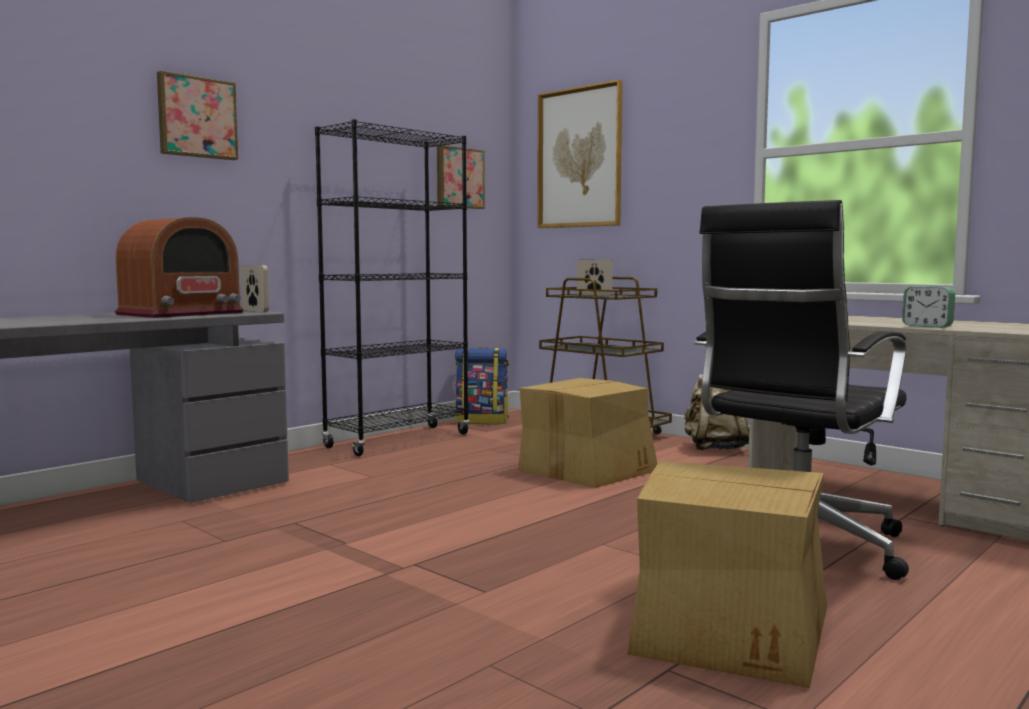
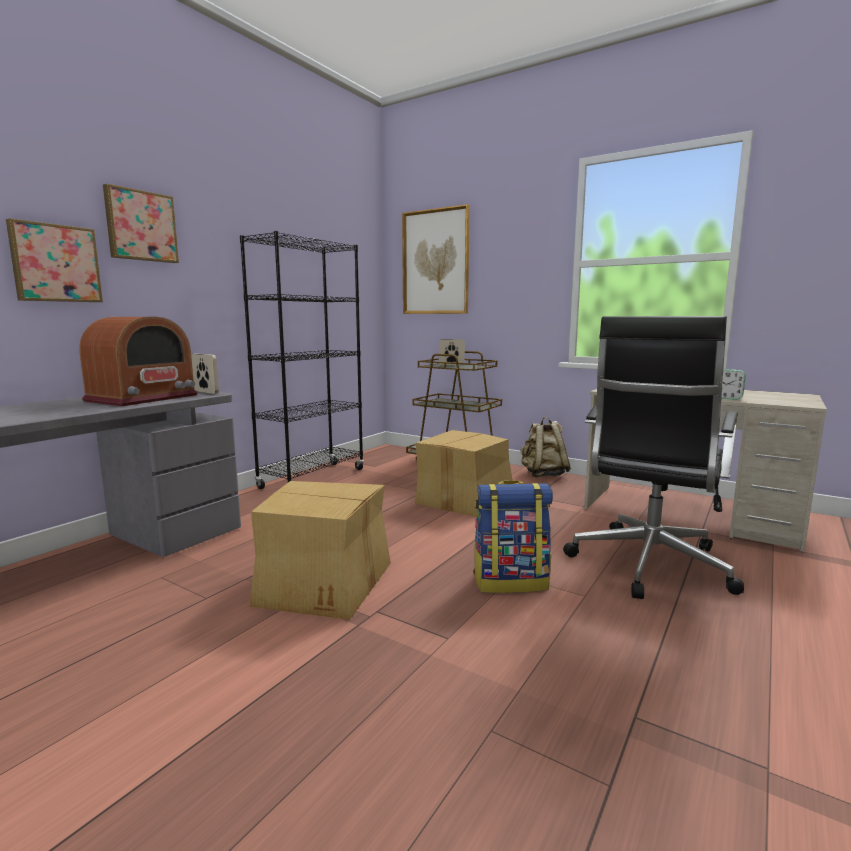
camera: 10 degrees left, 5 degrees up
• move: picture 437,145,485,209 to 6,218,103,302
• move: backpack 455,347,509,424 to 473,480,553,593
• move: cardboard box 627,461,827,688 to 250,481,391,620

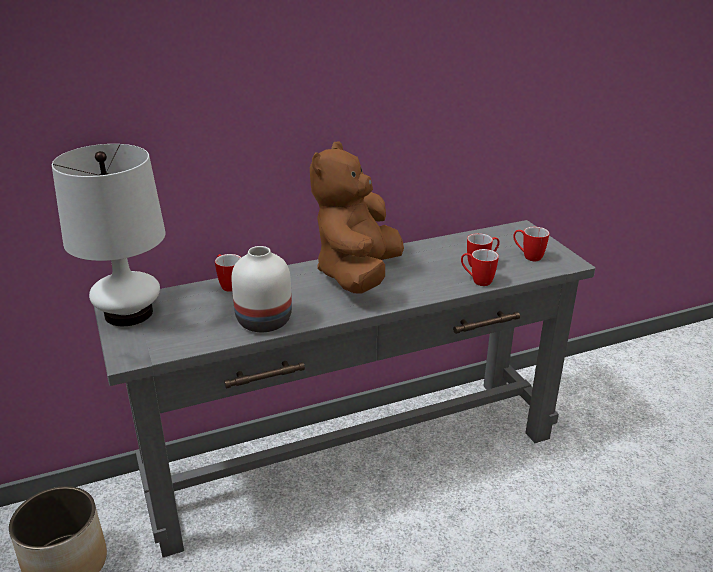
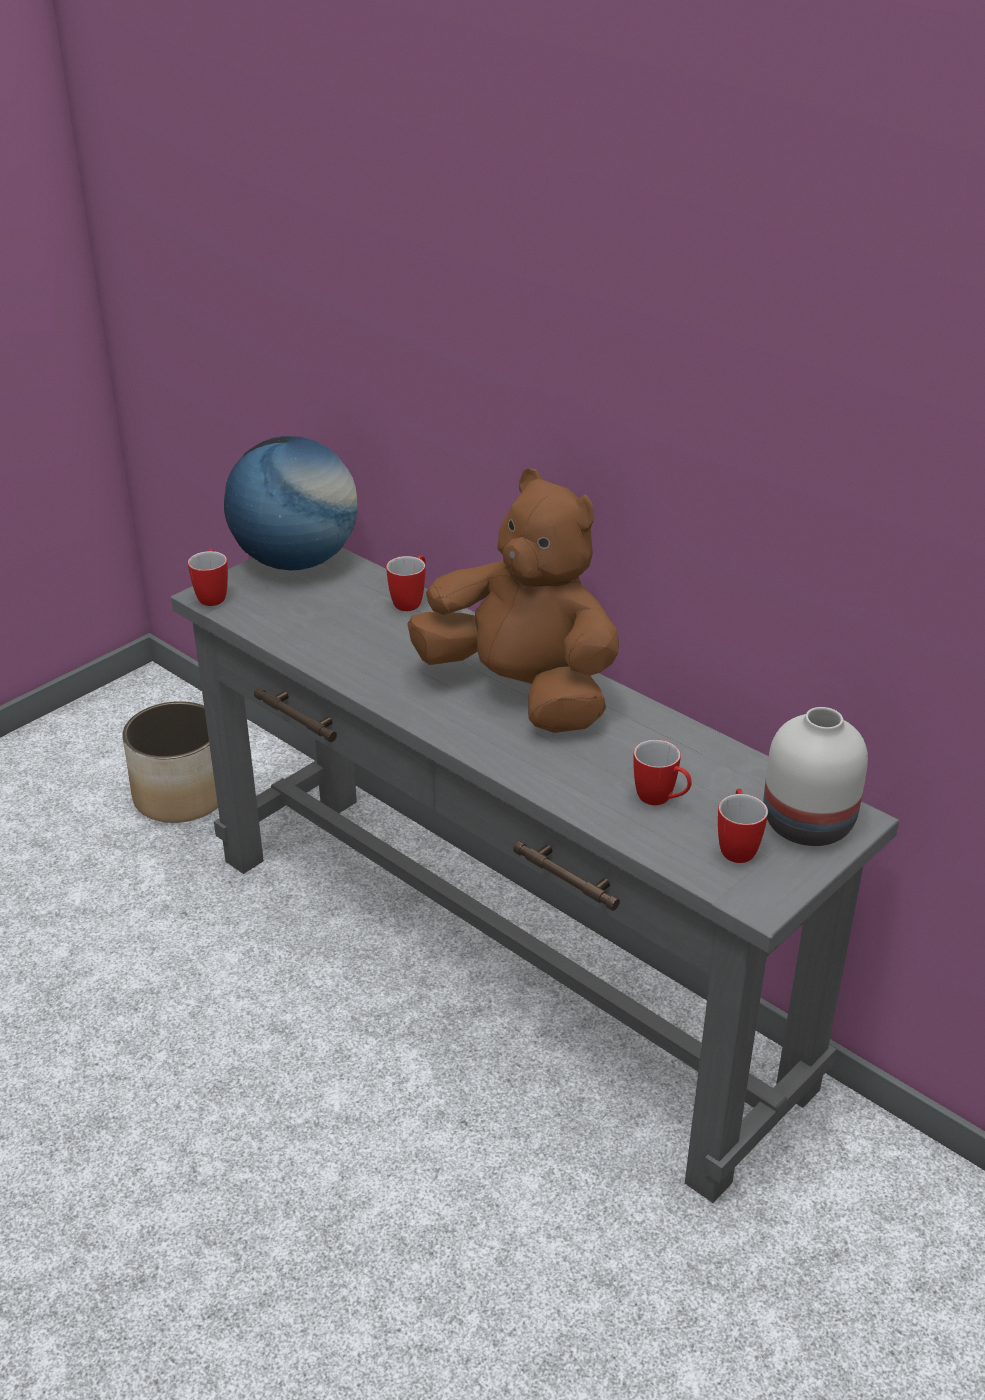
camera: 65 degrees right, 5 degrees up
• rotate: plush toy/brown 310,141,404,294 = 407,469,619,733 45 degrees clockwise
• replace: table lamp/white 52,144,166,326 to globe 224,436,357,570
• move: vase/white 231,246,292,332 to 763,707,868,846
• move: mug 461,249,499,286 to 188,549,228,606

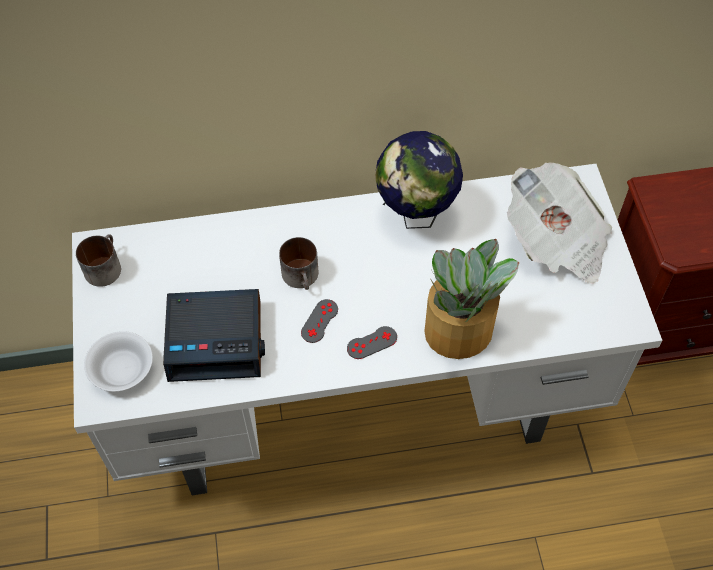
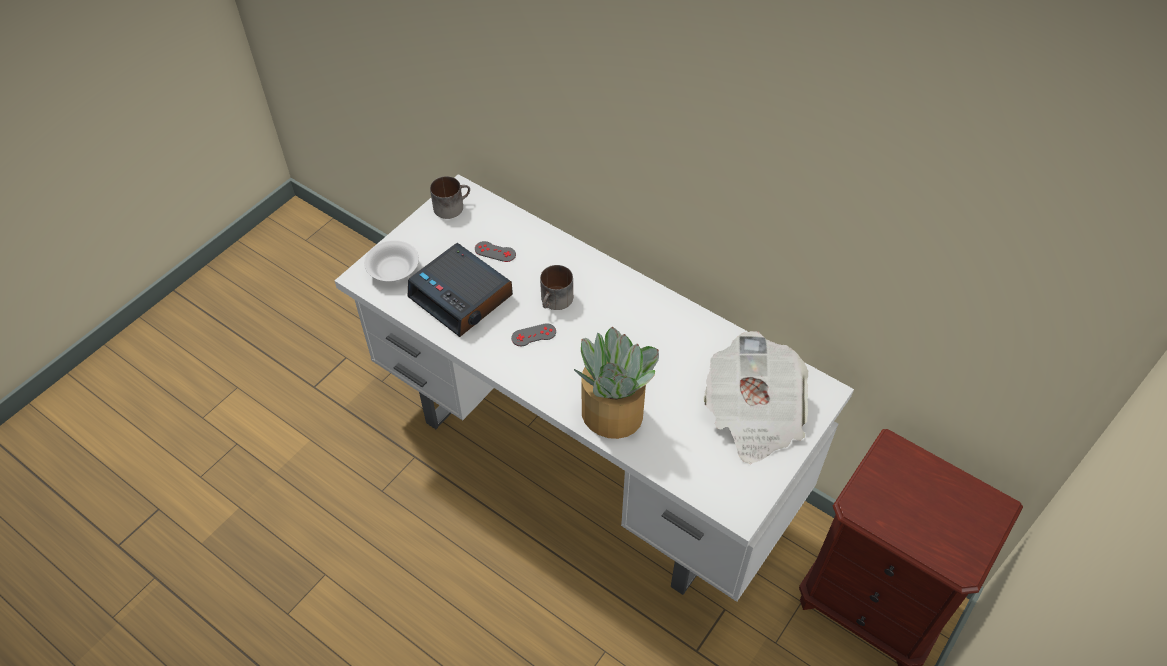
camera: 45 degrees right, 5 degrees down
• delete: globe 375,131,463,229
• move: game controller/grey 347,326,397,359 to 475,241,516,262

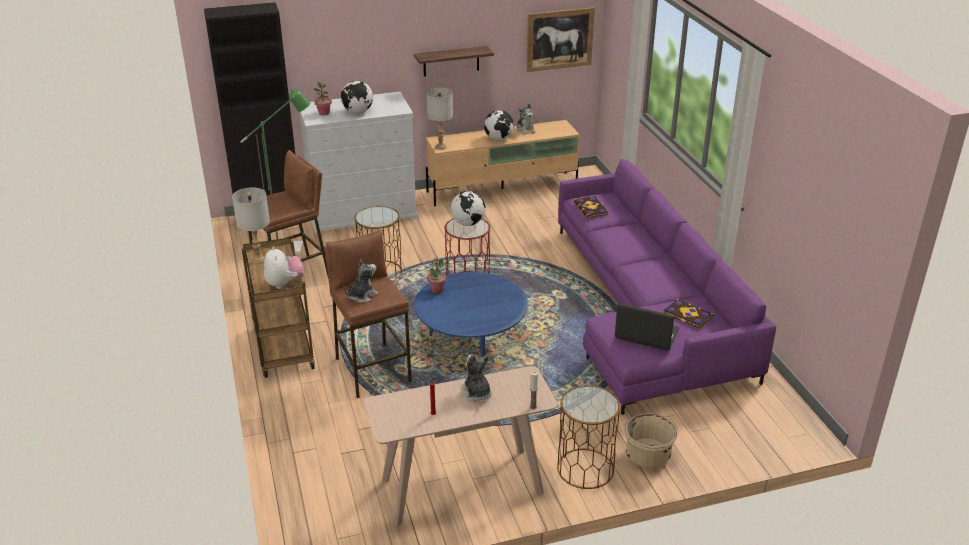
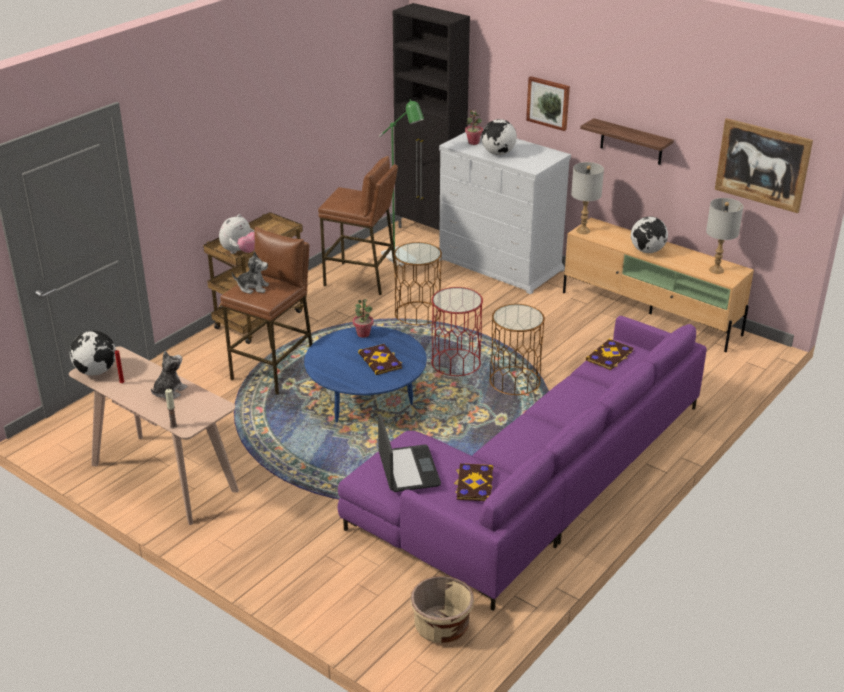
camera: 55 degrees right, 0 degrees up
• delete: plush toy 516,104,536,135
• move: table lamp/grey 232,187,270,264 to 706,198,744,274
• move: globe 451,191,485,226 to 70,330,116,376
• move: side table/brown 557,385,620,489 to 490,304,545,395
• move: planter/beige 624,413,677,469 to 410,576,474,643
• insert: picture 526,76,570,131
• insert: book 358,344,402,375

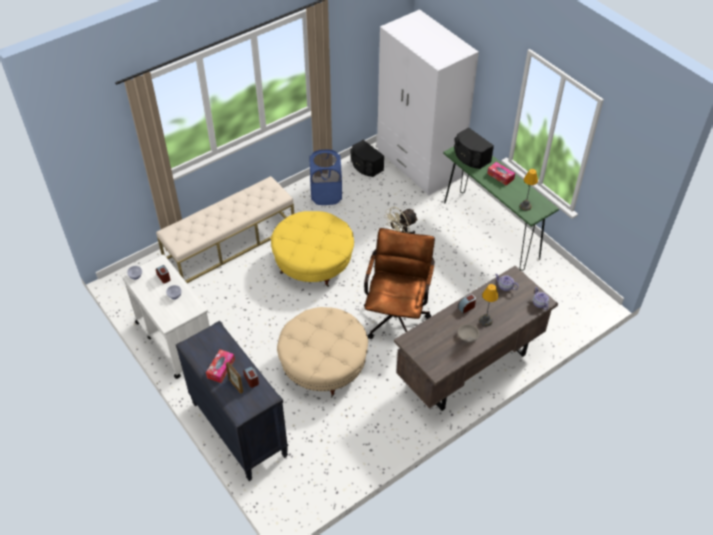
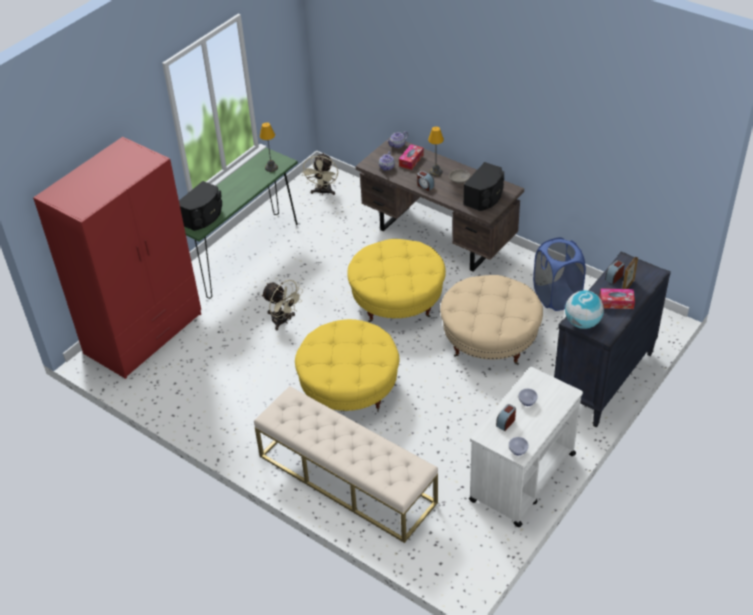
camera: 105 degrees left, 5 degrees down
• recolor: wardrobe/white 377,9,479,196 to wardrobe/red 33,137,201,379
• move: speaker/black 350,140,384,177 to 463,162,504,211
• move: laundry basket/blue 309,149,342,205 to 533,237,586,311
• move: tissue box 487,162,515,186 to 399,144,424,170
• replace: office chair/brown 364,228,435,339 to ottoman/yellow 347,239,446,322
• insert: fan/beige 302,153,338,195
• insert: globe 565,290,604,329

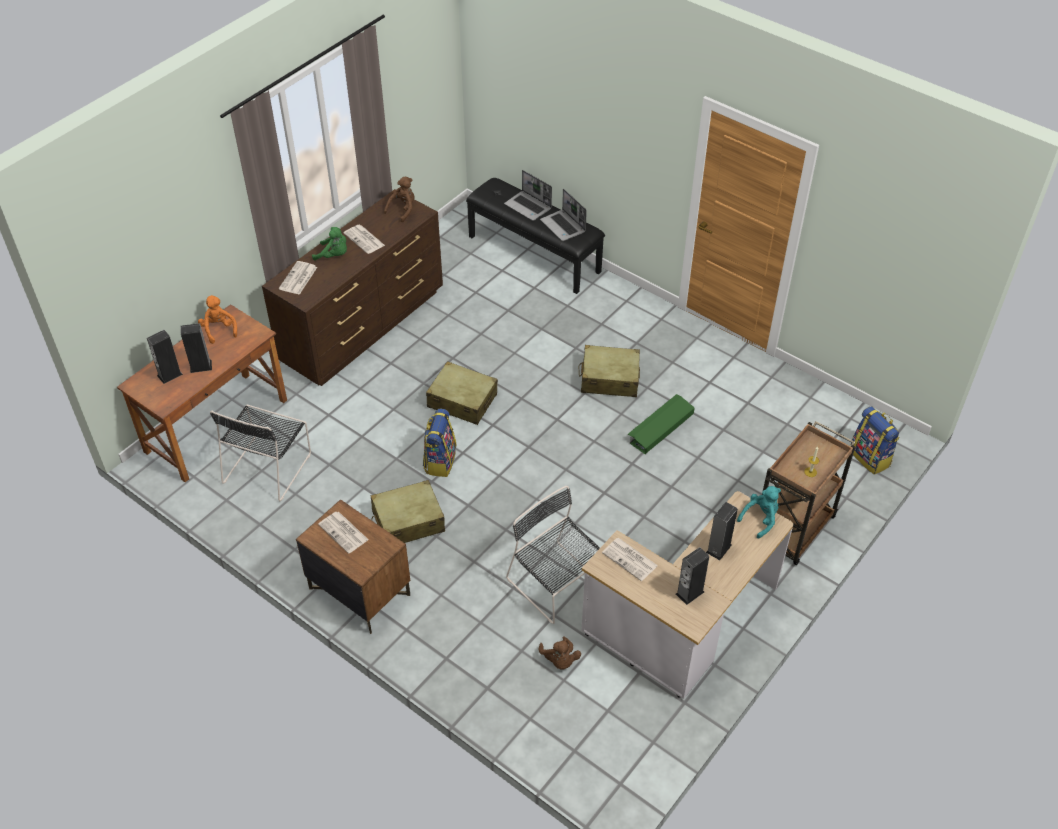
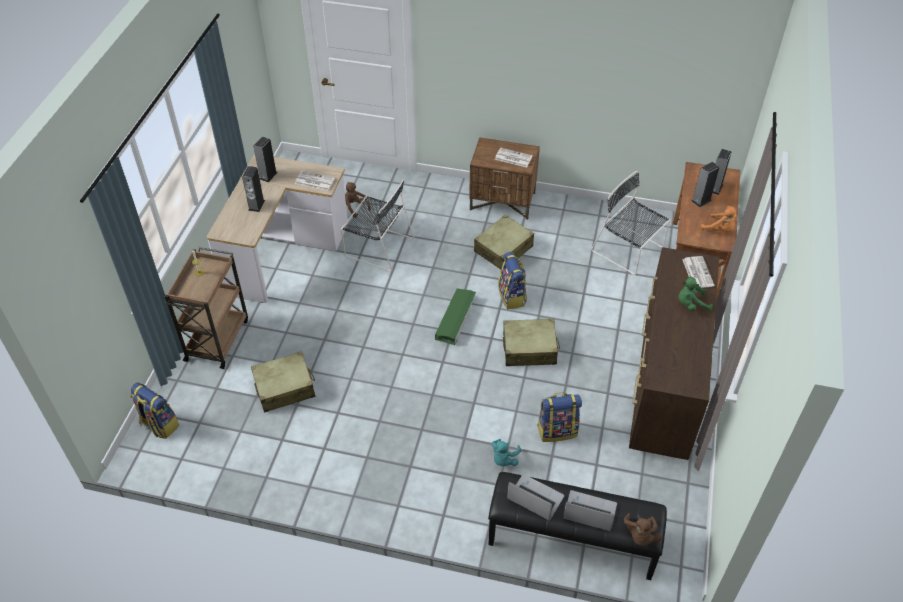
camera: 155 degrees right, 0 degrees up
• move: plush toy/brown 384,177,415,222 to 624,513,662,546
• delete: newspaper 343,225,385,254
• move: suitcase/beige 579,345,640,397 to 251,351,315,412
• move: storage box/green 628,394,694,455 to 435,289,476,345
• rotate: chair/black 210,404,311,501 = 591,171,670,275 45 degrees counterclockwise
• move: plush toy/turquoise 737,486,781,539 to 491,439,521,466
• insert: backpack 537,392,582,442

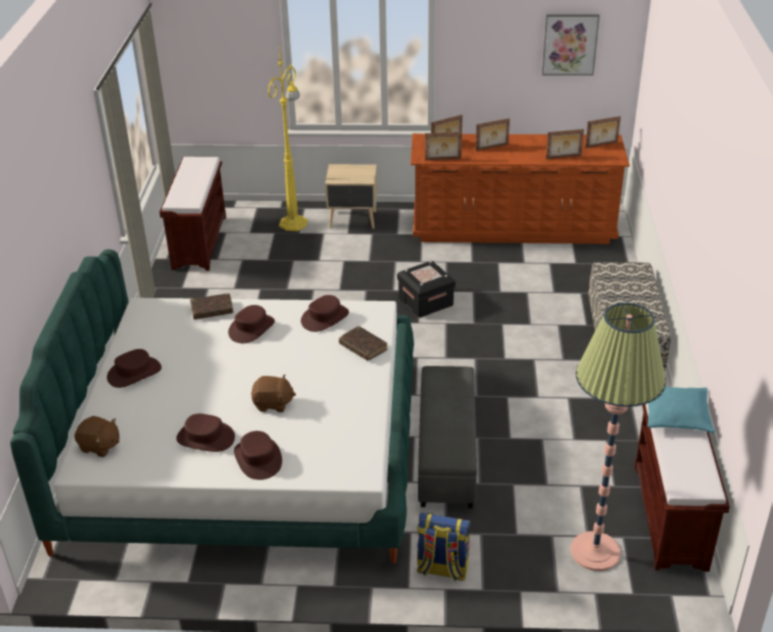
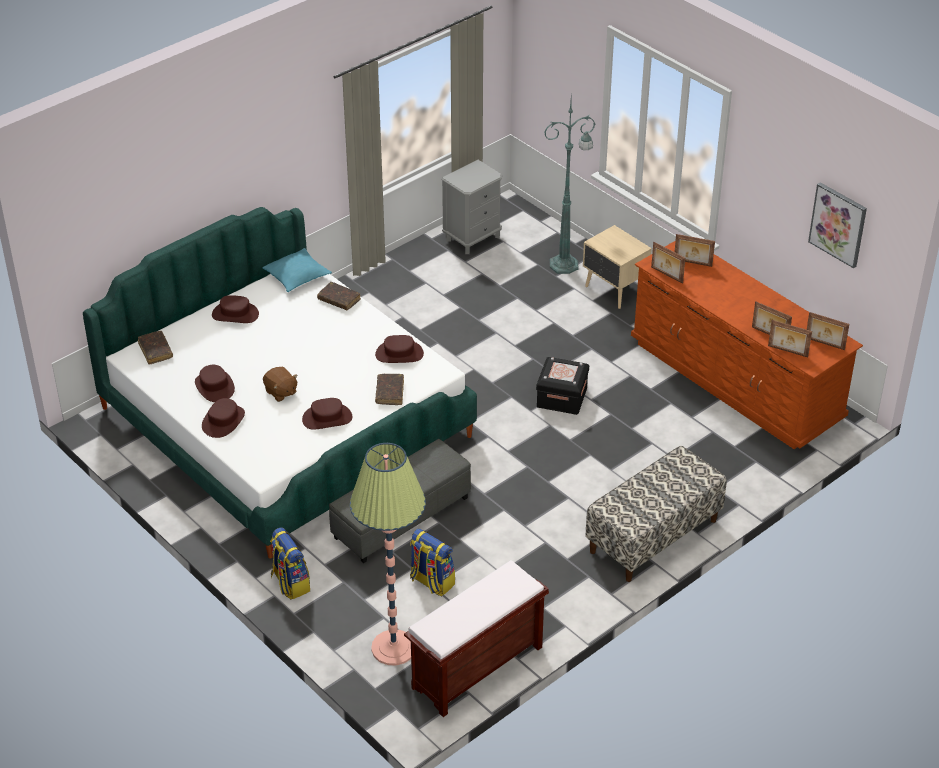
camera: 45 degrees right, 5 degrees up
• recolor: floor lamp/yellow 268,47,308,231 to floor lamp/green 544,97,595,274
• move: picture frame 476,118,510,151 to 768,320,812,357
• replace: bench/brown 160,157,226,271 to nightstand/grey 441,160,502,254
• move: hat/brown 228,305,275,343 to 302,398,352,430
• move: pillow/turquoise 647,387,715,433 to 263,248,332,292
• replace: plush toy/brown 74,416,120,457 to book/brown 138,331,173,365
• insert: backpack 410,528,455,596

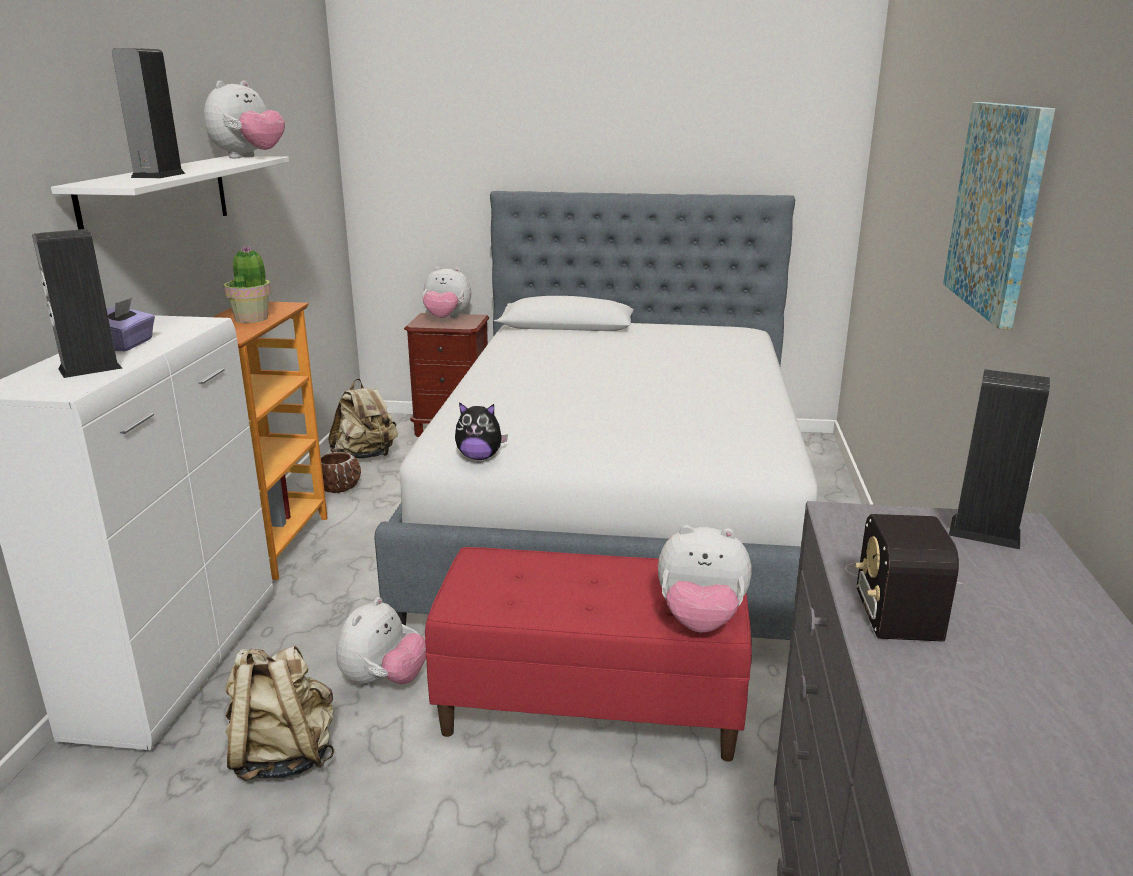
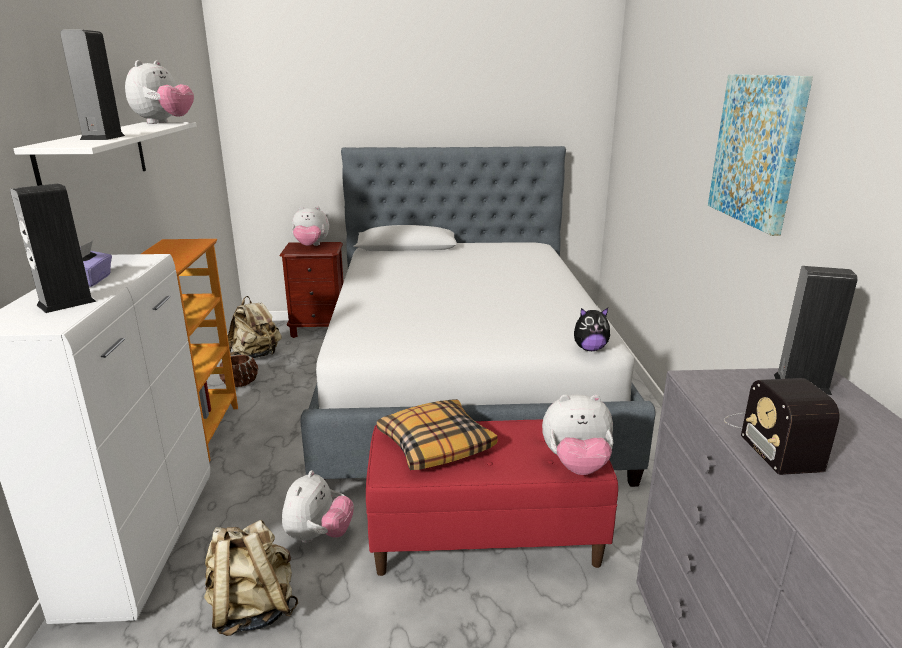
camera: 10 degrees left, 0 degrees up
• delete: potted plant 223,246,271,323
• move: plush toy 455,402,508,460 to 574,308,610,351
• insert: pillow 377,399,497,470

